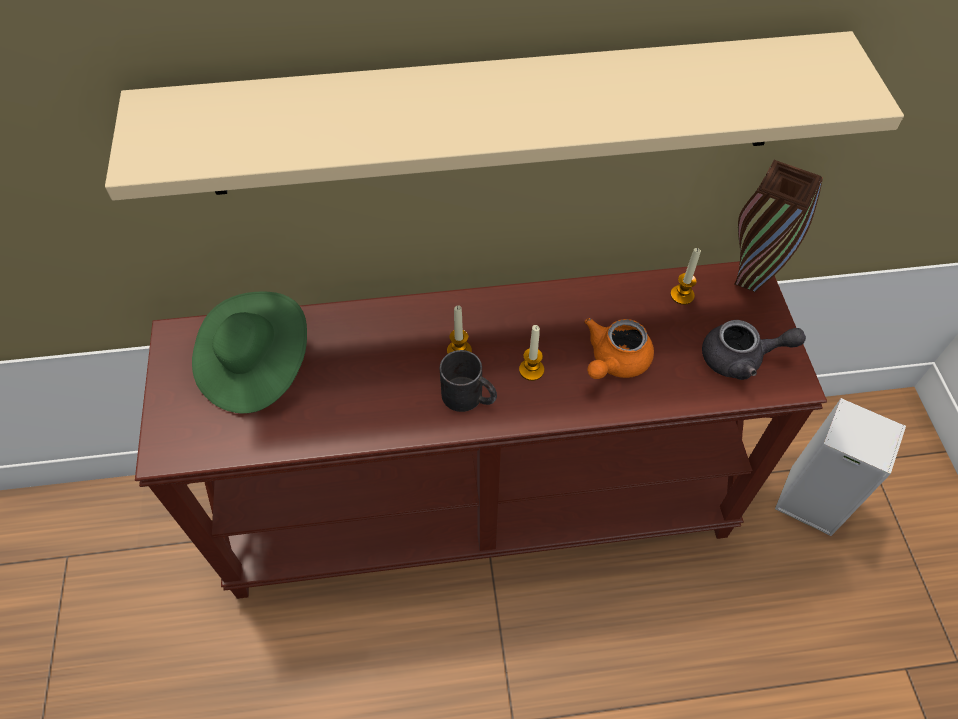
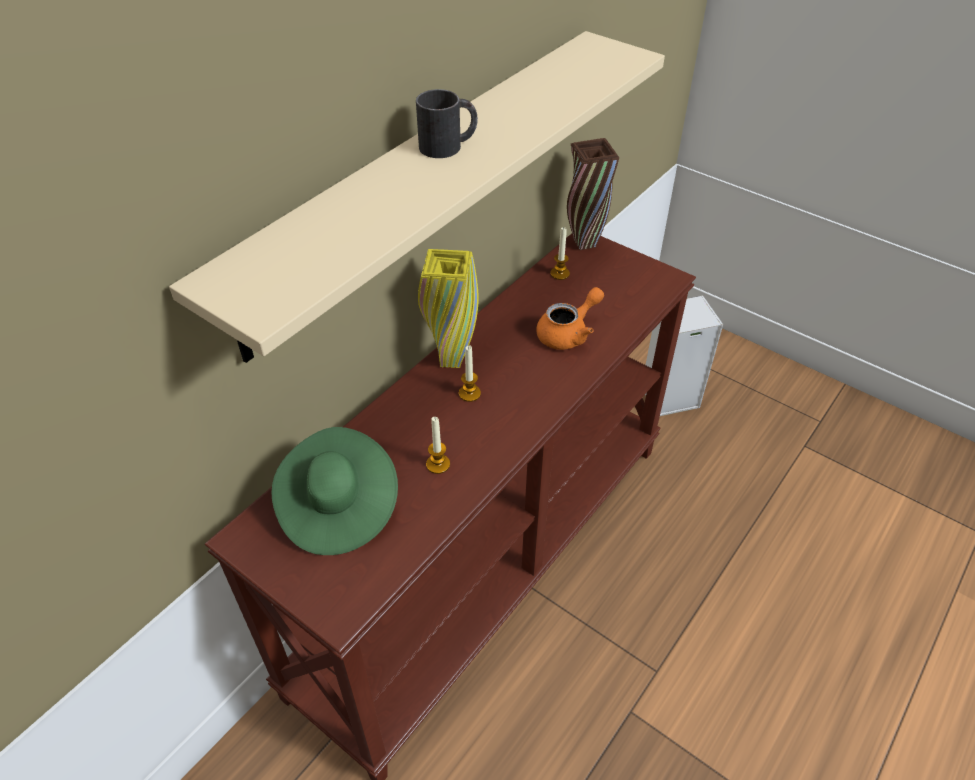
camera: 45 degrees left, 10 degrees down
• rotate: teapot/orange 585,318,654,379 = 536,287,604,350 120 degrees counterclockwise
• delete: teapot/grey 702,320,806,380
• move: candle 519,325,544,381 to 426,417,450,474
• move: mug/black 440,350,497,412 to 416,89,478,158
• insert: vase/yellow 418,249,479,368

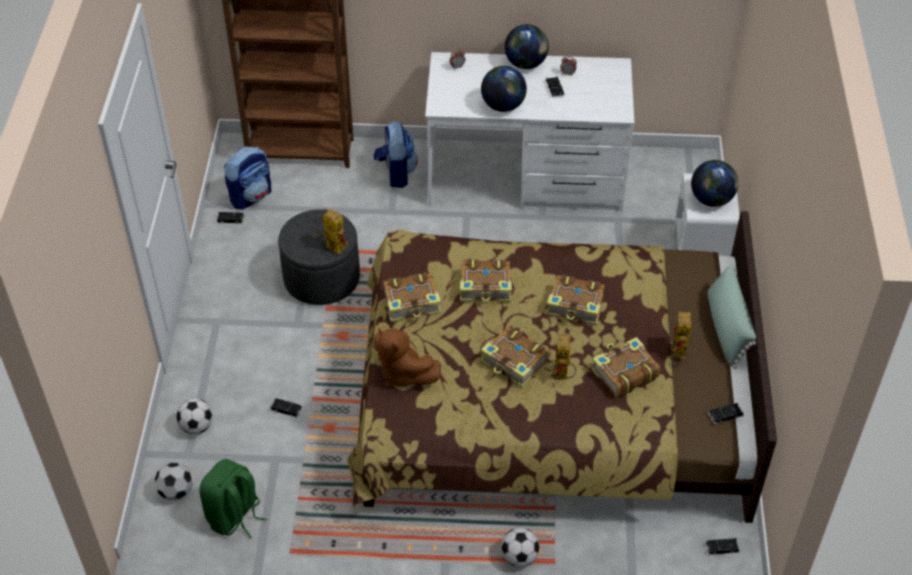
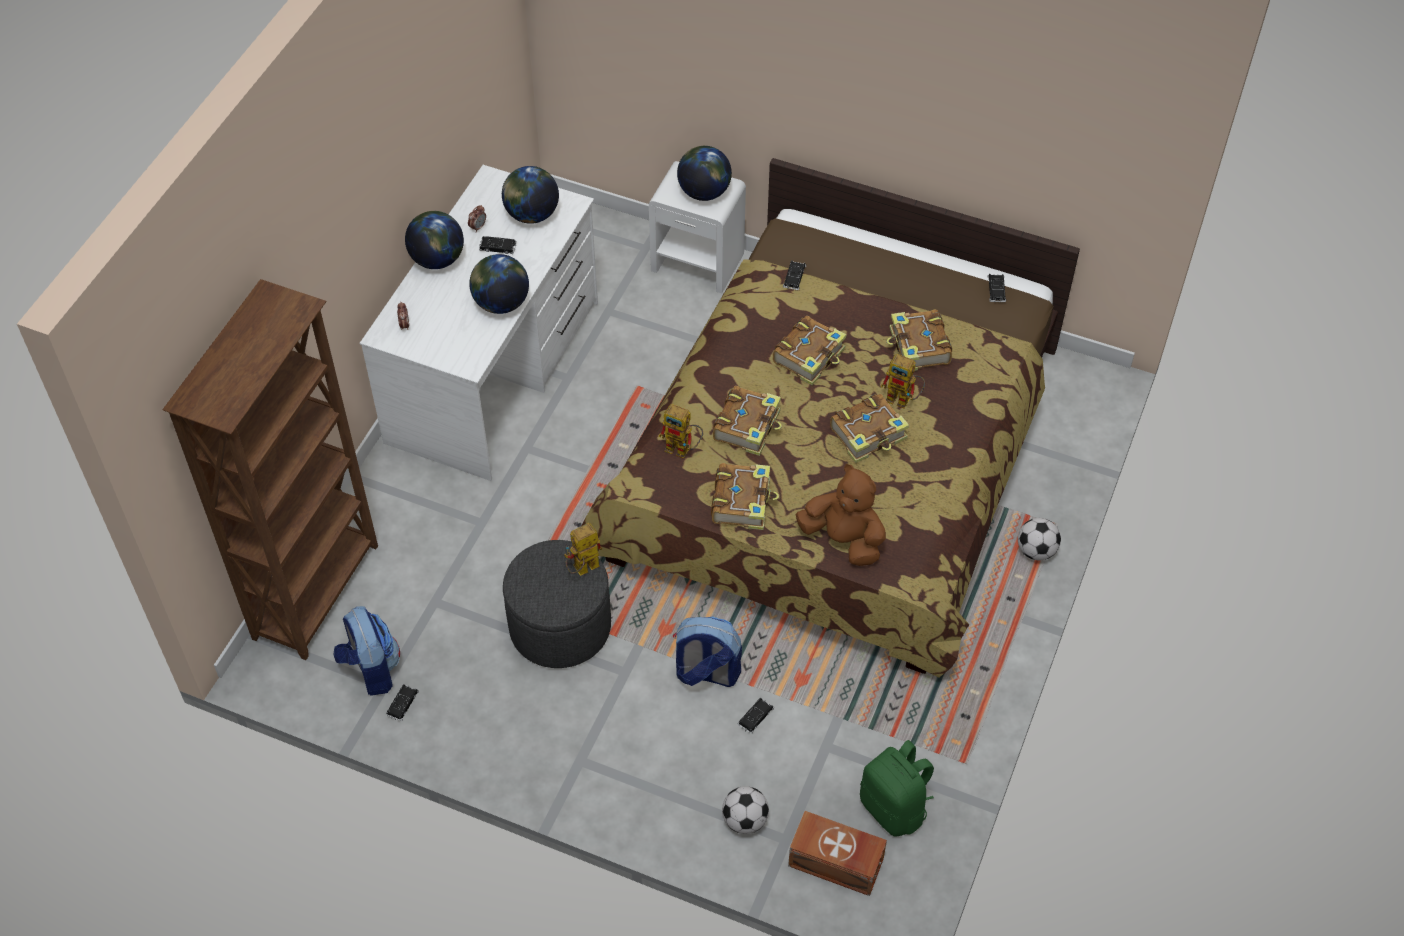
camera: 70 degrees left, 5 degrees up
• move: backpack 374,121,418,188 to 673,616,742,687
• delete: pillow/green 708,263,756,369
• move: toy robot 671,312,696,358 to 659,404,703,459
• rotate: plush toy/brown 374,328,441,387 = 795,464,886,566 120 degrees counterclockwise
• replace: football 155,463,193,500 to storage box/brown 788,811,887,896
• move: toy car/black 705,538,740,555 to 783,261,806,290
• insert: globe 502,166,559,224

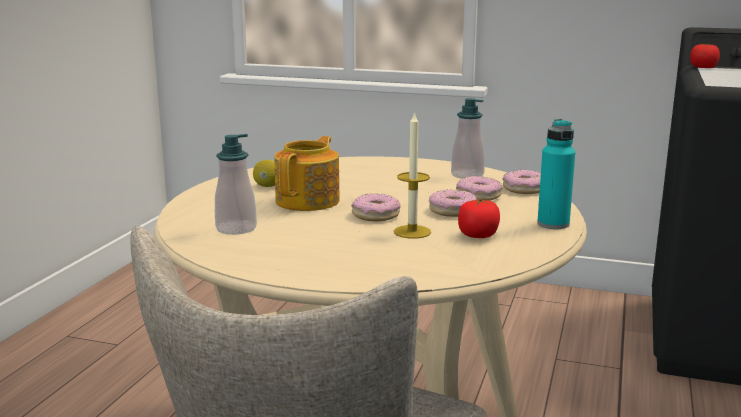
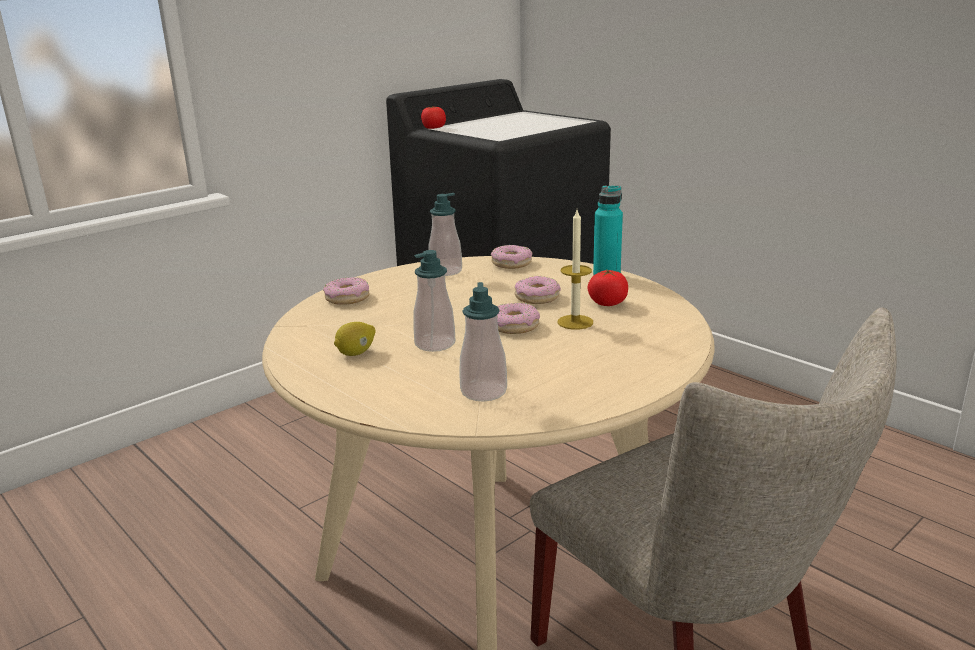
camera: 60 degrees left, 5 degrees up
• replace: teapot 274,136,340,211 to soap dispenser 414,250,455,352
• move: donut 456,176,503,201 to 323,277,369,305

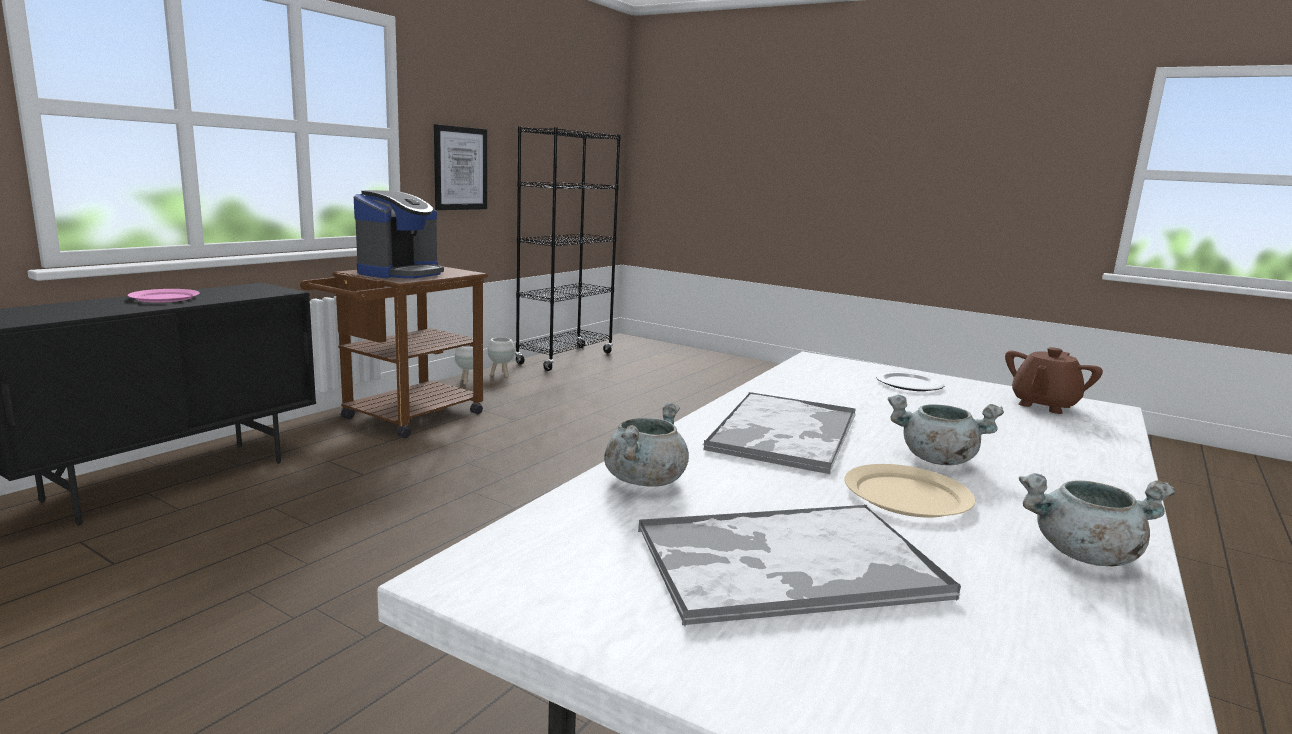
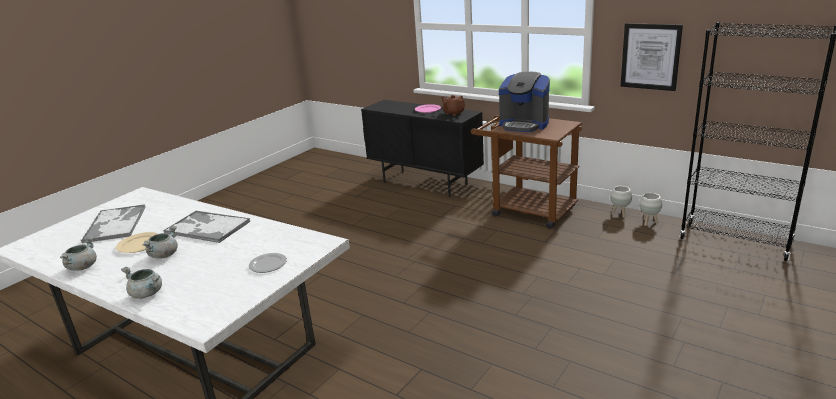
camera: 95 degrees right, 10 degrees up
• move: teapot/brown 1005,347,1103,414 to 441,95,465,116
• move: cooking pot/grey 604,402,689,487 to 121,267,162,299

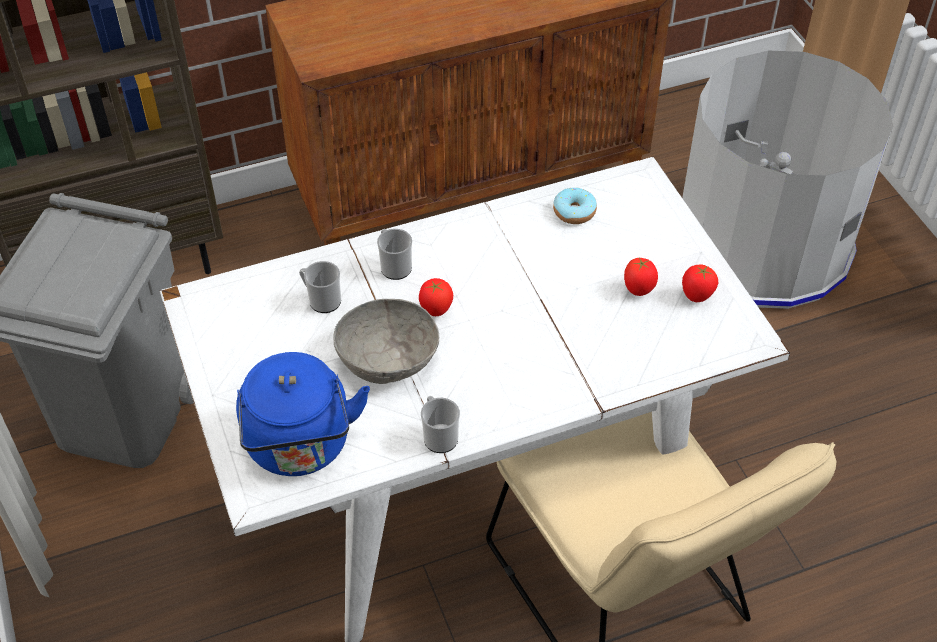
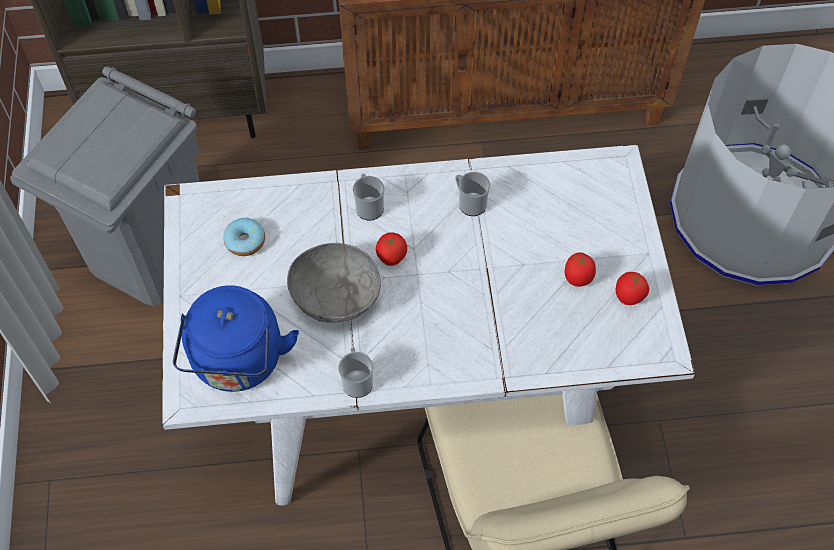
camera: 15 degrees right, 10 degrees up
• move: donut 553,188,597,224 to 223,218,265,256
• move: mug 299,261,341,313 to 455,172,490,216

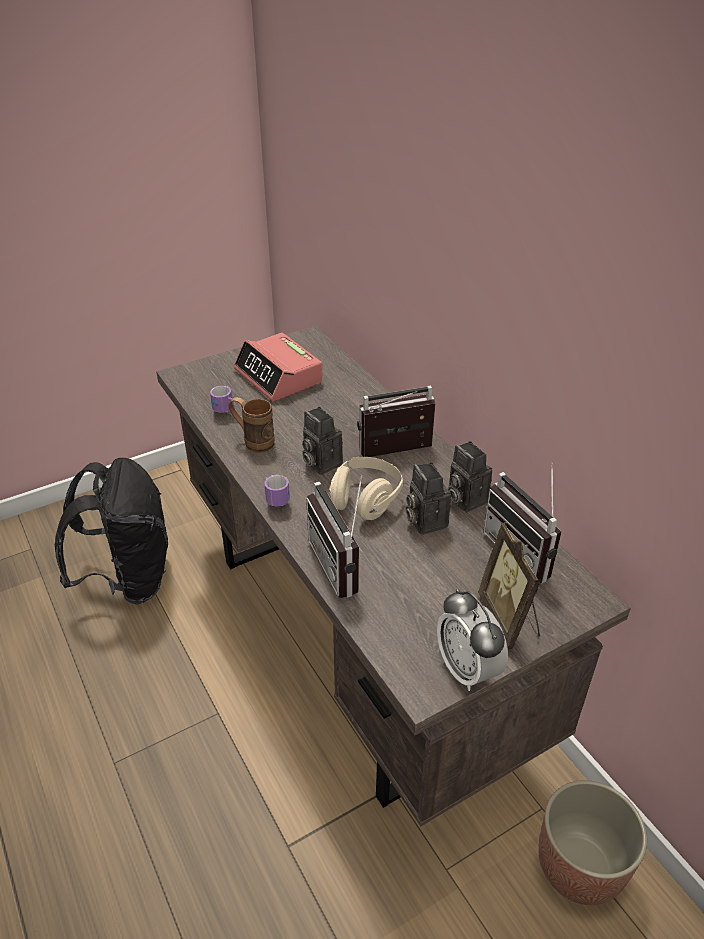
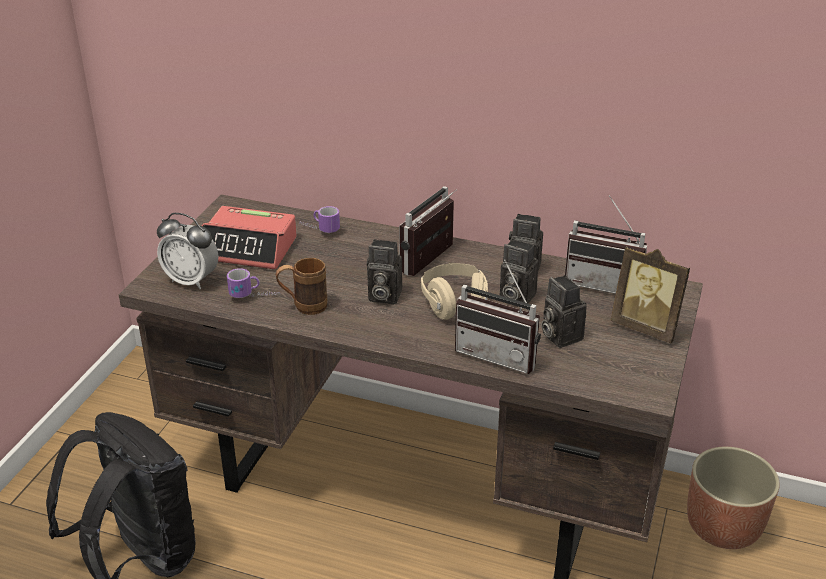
camera: 40 degrees left, 5 degrees down
• move: mug 264,475,290,506 to 301,206,340,233
• move: alarm clock 437,589,508,691 to 157,213,219,289
• insert: photo camera 541,275,587,348

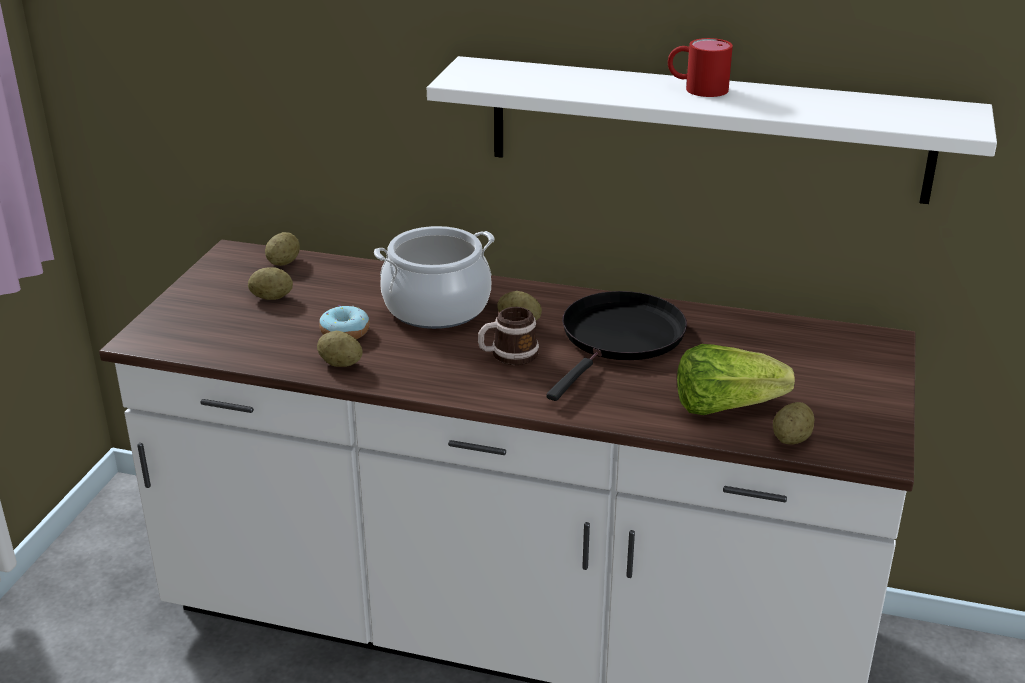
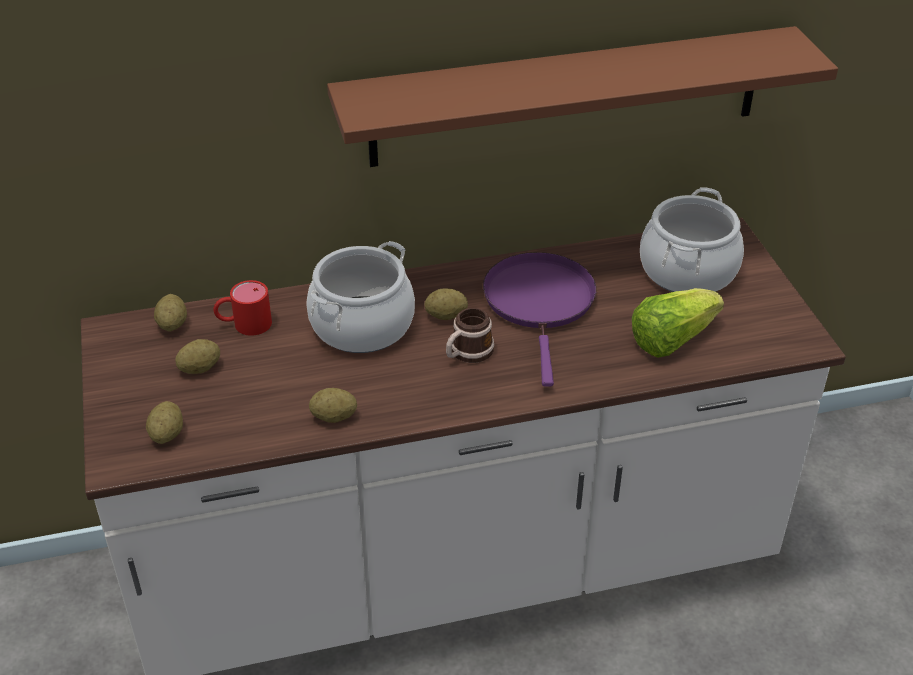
camera: 30 degrees left, 10 degrees up
• move: mug/red 668,38,733,97 to 214,280,272,336
• recolor: shelf/white 427,56,997,204 to shelf/brown 327,26,838,167
• recolor: frying pan/black 546,291,687,401 to frying pan/purple 483,252,596,386
• delete: donut 319,305,370,339
• move: potato 773,402,814,445 to 146,401,183,444
• insert: cooking pot 640,187,744,292

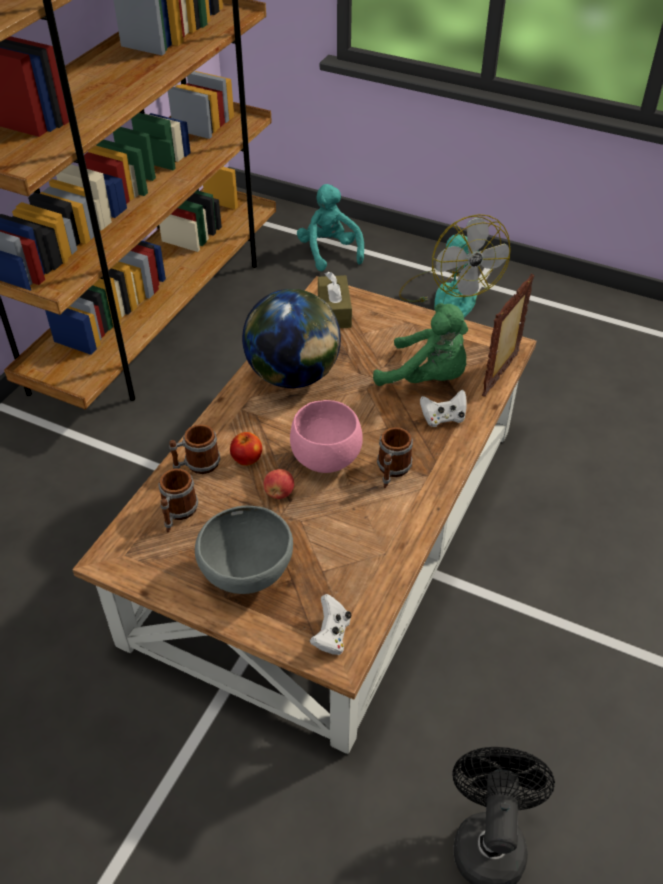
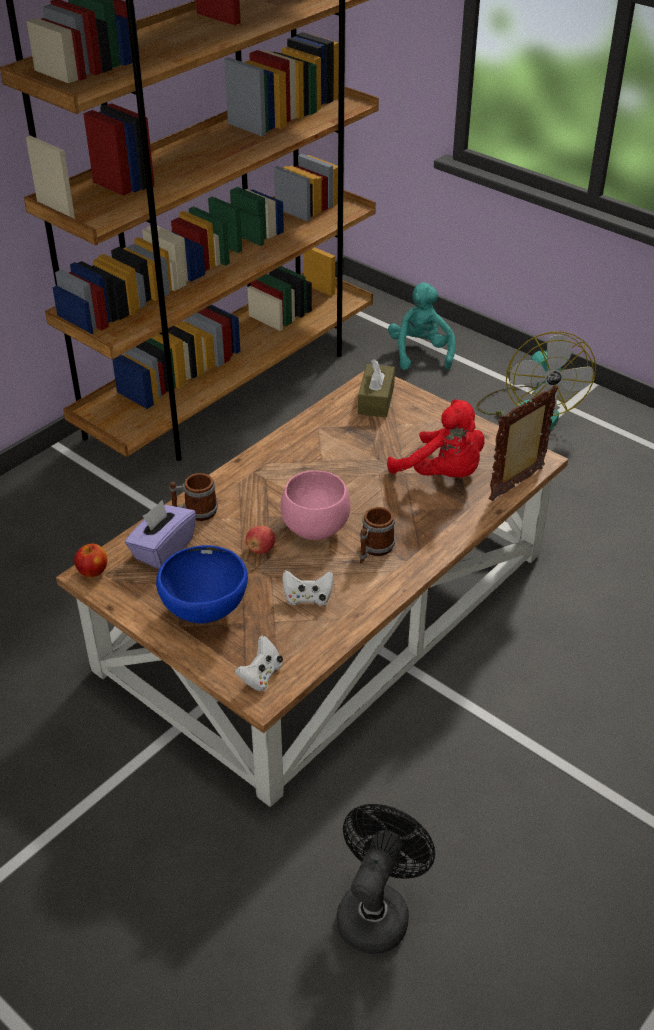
camera: 15 degrees right, 5 degrees down
• delete: globe 242,289,341,388
• recolor: plush toy/green 373,303,468,386 to plush toy/red 387,399,484,477
• move: game controller/white 420,390,467,427 to 282,570,334,606
• move: apple 230,432,262,466 to 74,543,108,577
• replace: mug 158,468,198,533 to tissue box/purple 125,500,196,569
• recolor: bowl/grey 195,506,293,594 to bowl/blue 156,545,248,624

